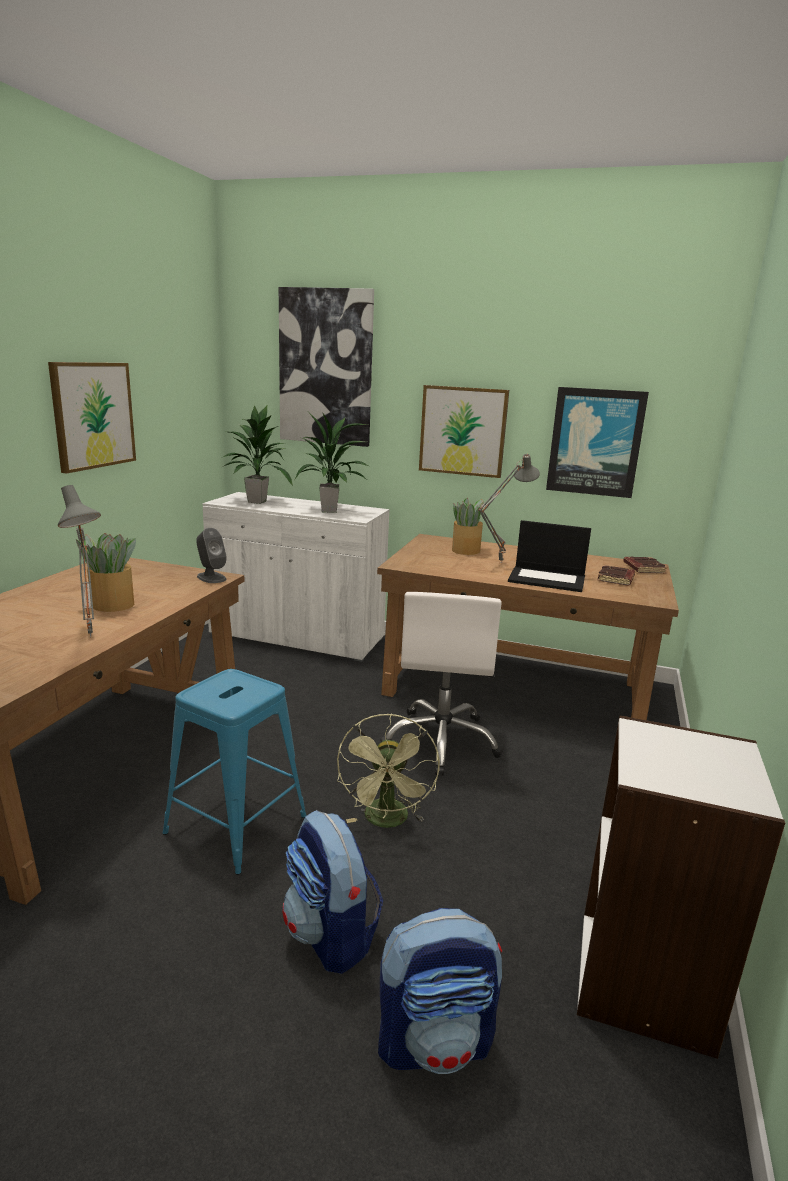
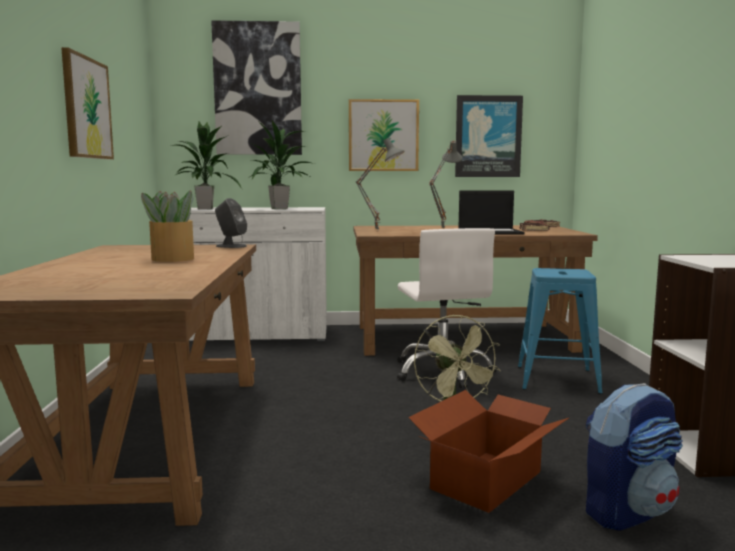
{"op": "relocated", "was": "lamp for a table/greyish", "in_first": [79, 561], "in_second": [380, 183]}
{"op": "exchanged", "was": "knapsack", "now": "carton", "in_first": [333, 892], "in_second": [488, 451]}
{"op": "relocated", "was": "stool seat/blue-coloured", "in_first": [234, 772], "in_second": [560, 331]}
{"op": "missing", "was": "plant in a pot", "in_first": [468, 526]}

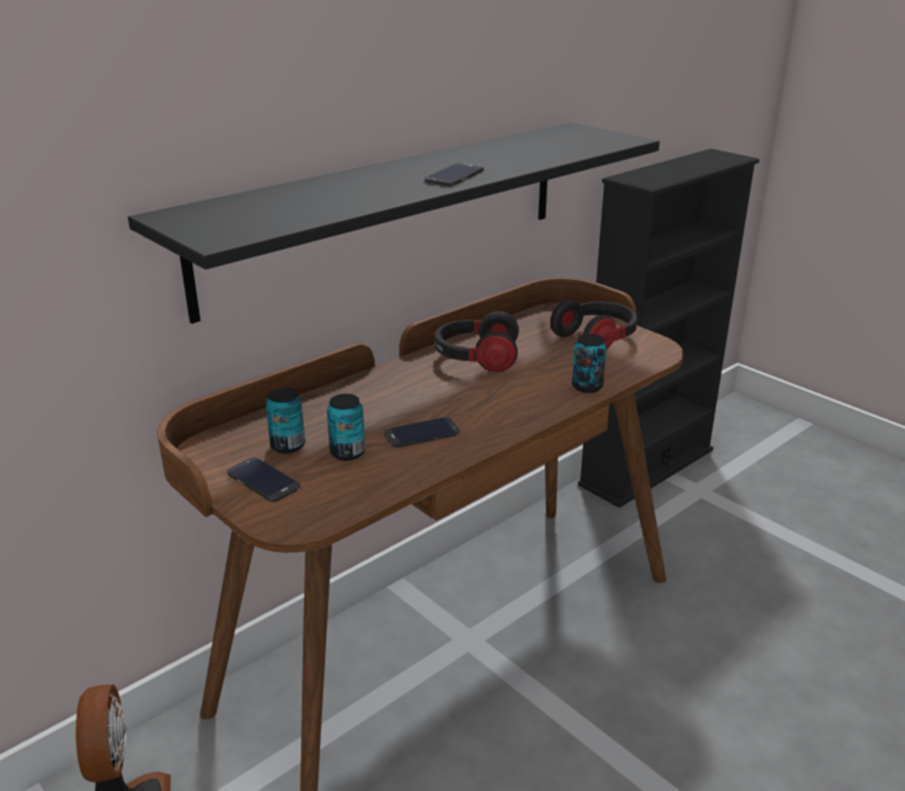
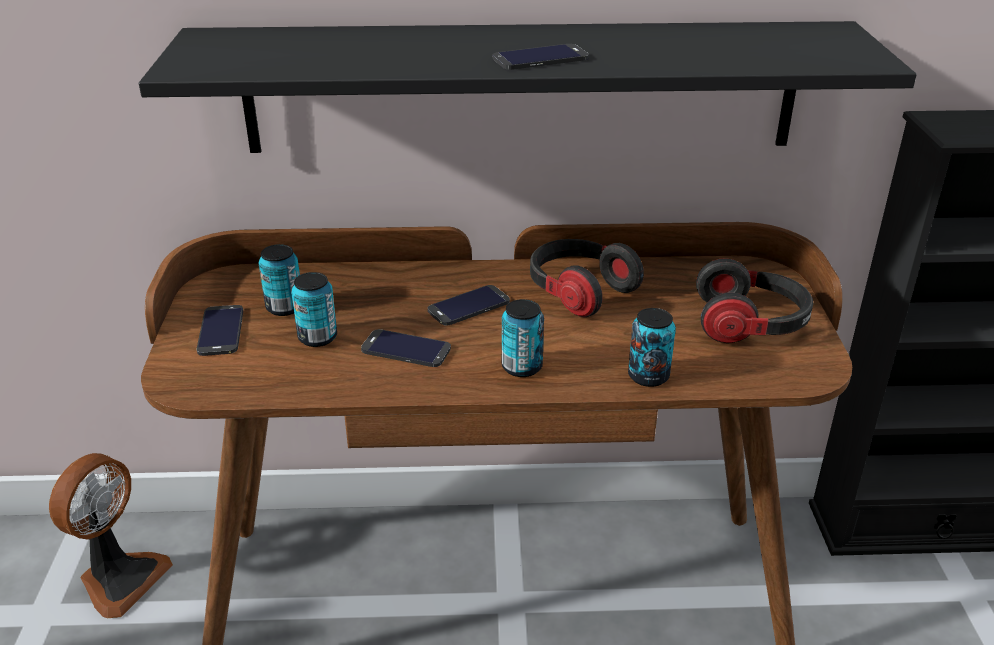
{"op": "appeared", "now": "handset", "in_second": [469, 305]}
{"op": "appeared", "now": "sealed can", "in_second": [523, 338]}

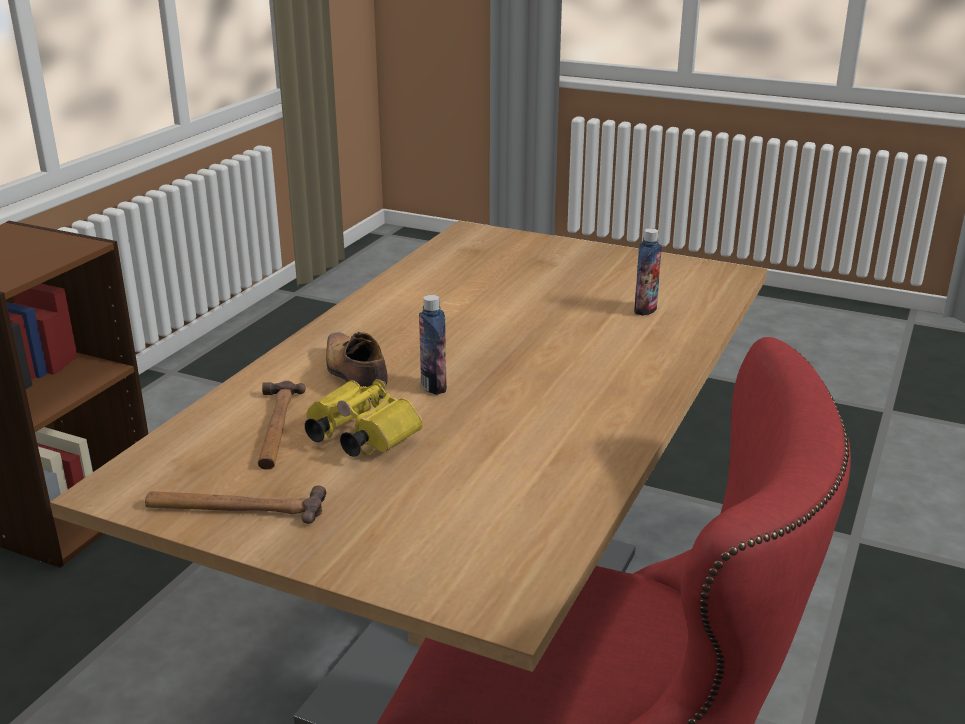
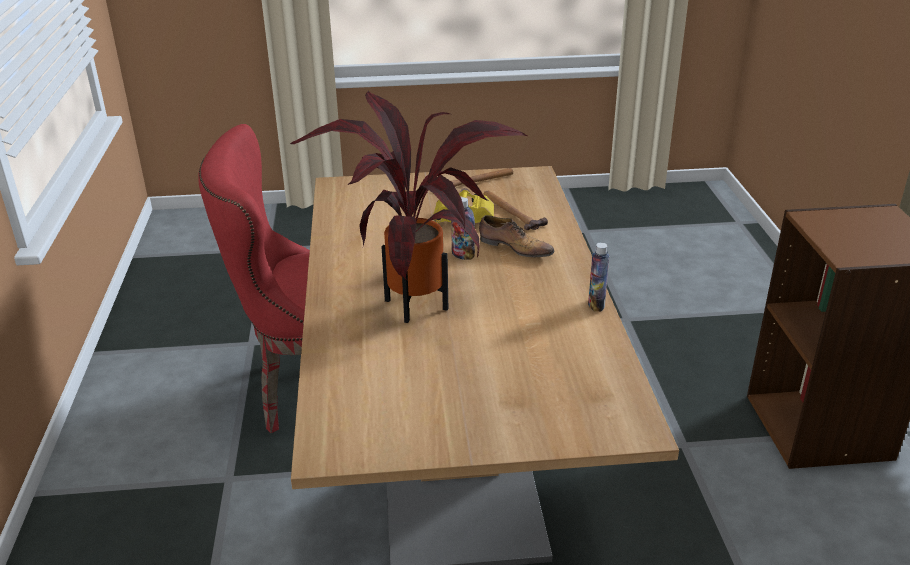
{"op": "appeared", "now": "plant in a pot", "in_second": [408, 207]}
{"op": "relocated", "was": "bottle", "in_first": [648, 272], "in_second": [598, 277]}

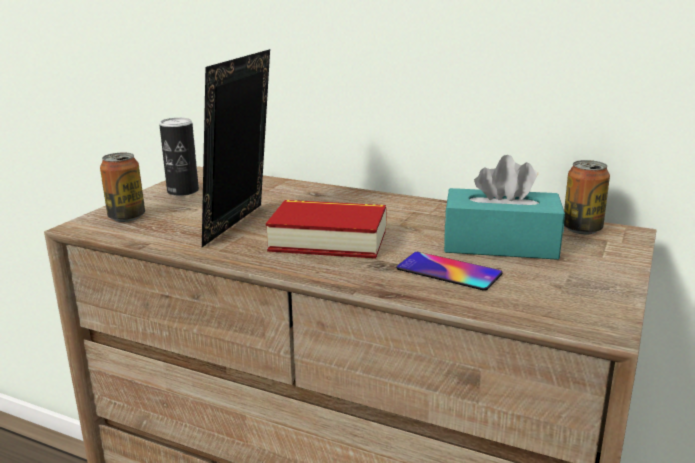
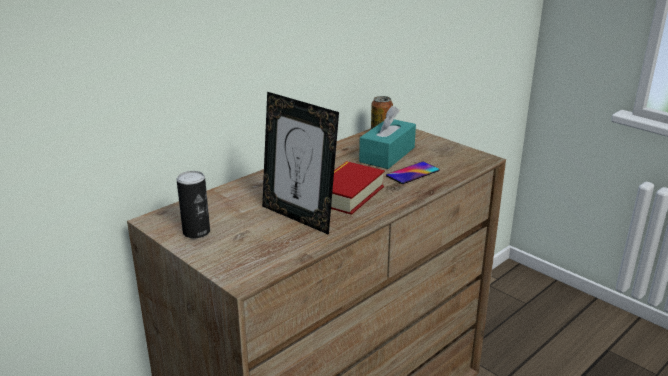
{"op": "missing", "was": "sealed can", "in_first": [122, 187]}

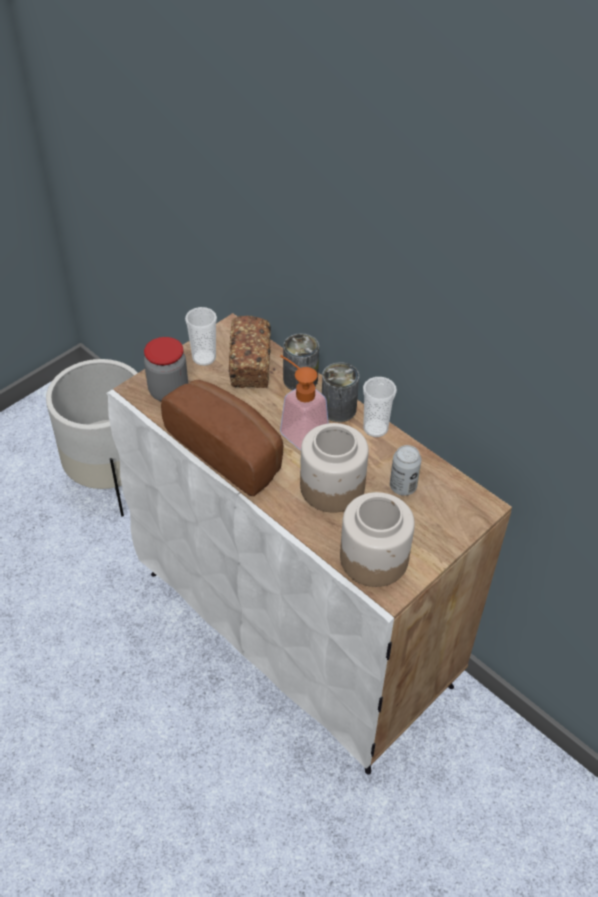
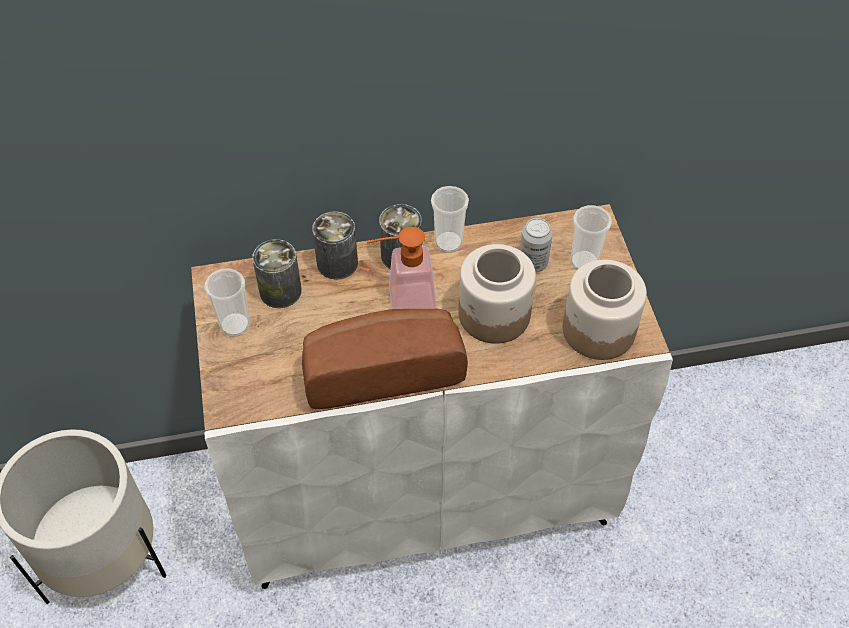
{"op": "exchanged", "was": "bread", "now": "sealed can", "in_first": [250, 352], "in_second": [277, 273]}
{"op": "appeared", "now": "small cup", "in_second": [591, 237]}
{"op": "missing", "was": "preserve jar", "in_first": [166, 369]}

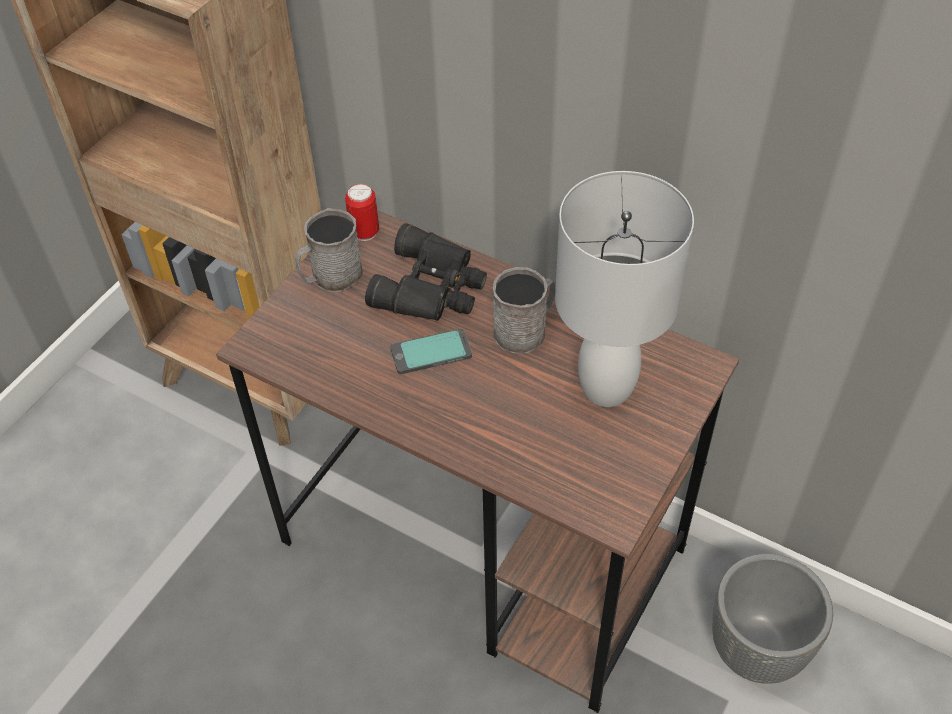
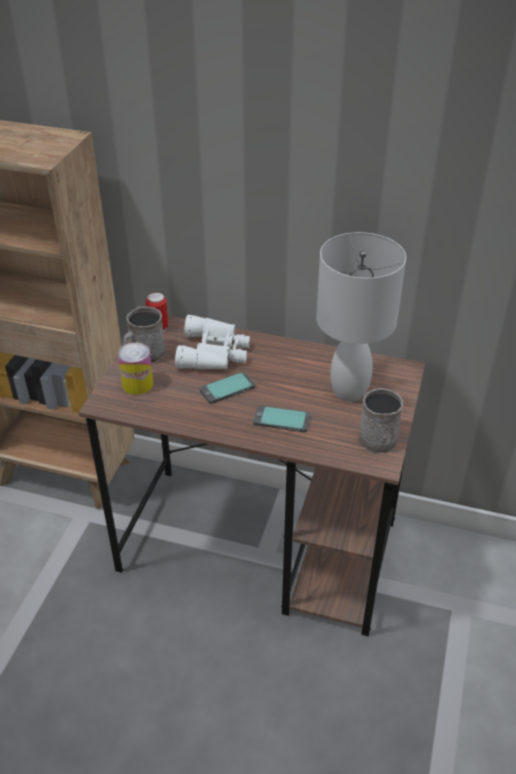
{"op": "appeared", "now": "sealed can", "in_second": [135, 368]}
{"op": "colour", "was": "field glasses/blackish", "now": "field glasses/whitish", "in_first": [426, 272], "in_second": [212, 342]}
{"op": "appeared", "now": "handset", "in_second": [282, 419]}
{"op": "relocated", "was": "tea mug/greyish", "in_first": [524, 310], "in_second": [381, 420]}
{"op": "missing", "was": "flower pot/greyish", "in_first": [772, 619]}

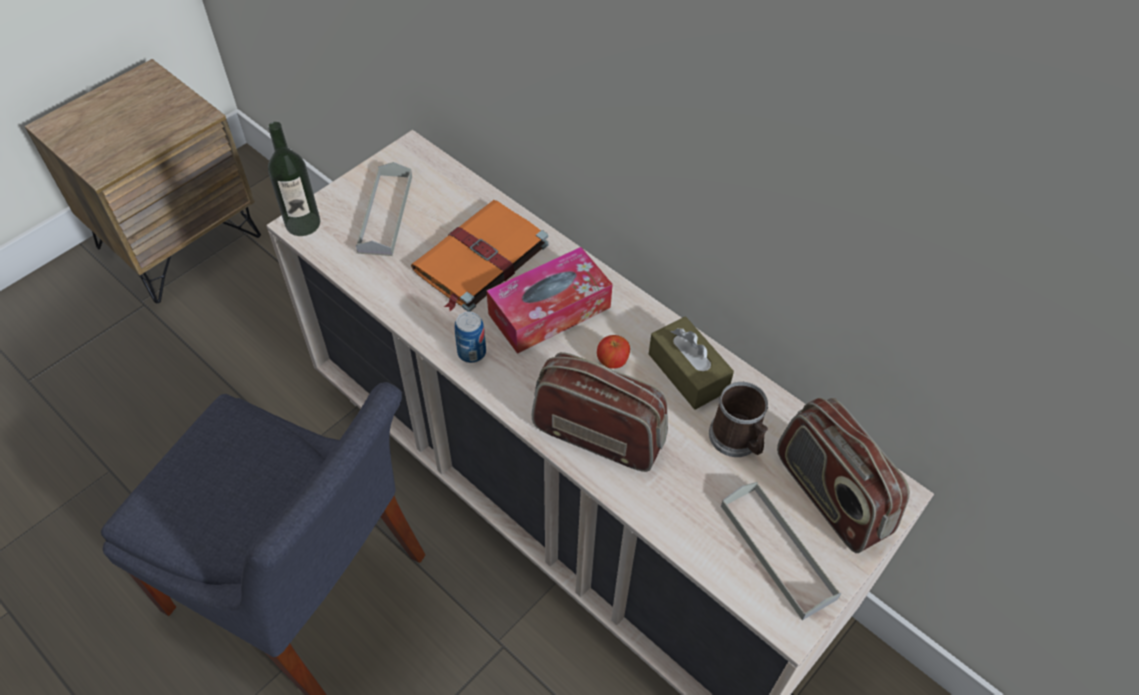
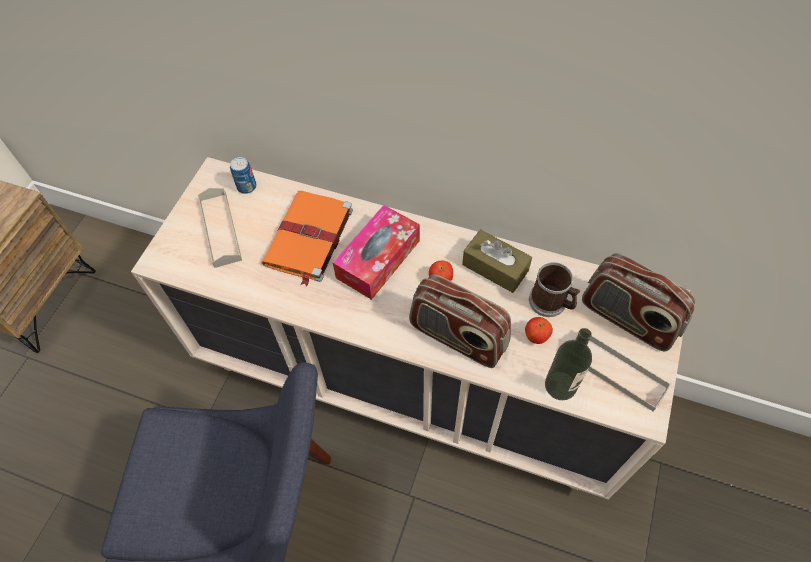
{"op": "relocated", "was": "sealed can", "in_first": [470, 337], "in_second": [243, 175]}
{"op": "spun", "was": "radio receiver", "in_first": [600, 412], "in_second": [460, 321], "clockwise": -150}
{"op": "appeared", "now": "apple", "in_second": [539, 330]}
{"op": "relocated", "was": "bottle", "in_first": [294, 179], "in_second": [568, 364]}

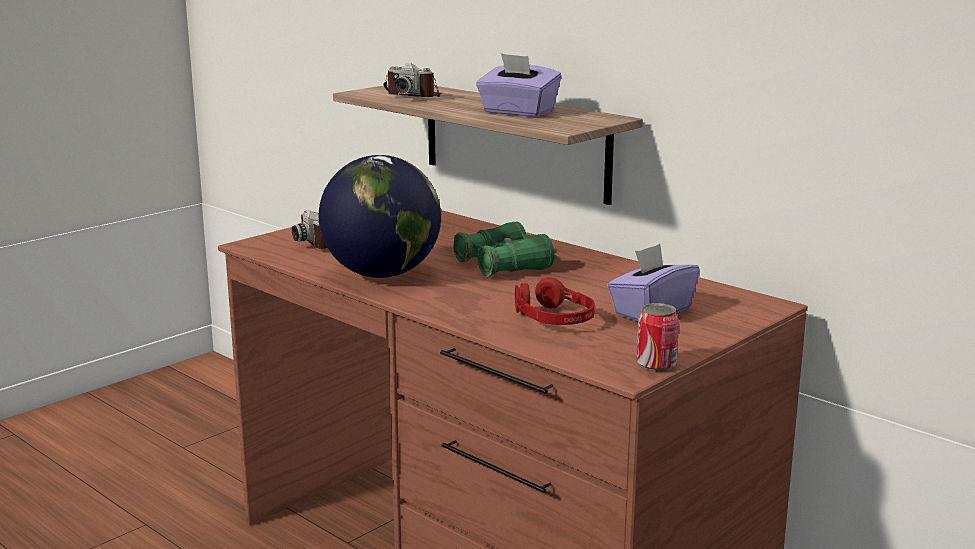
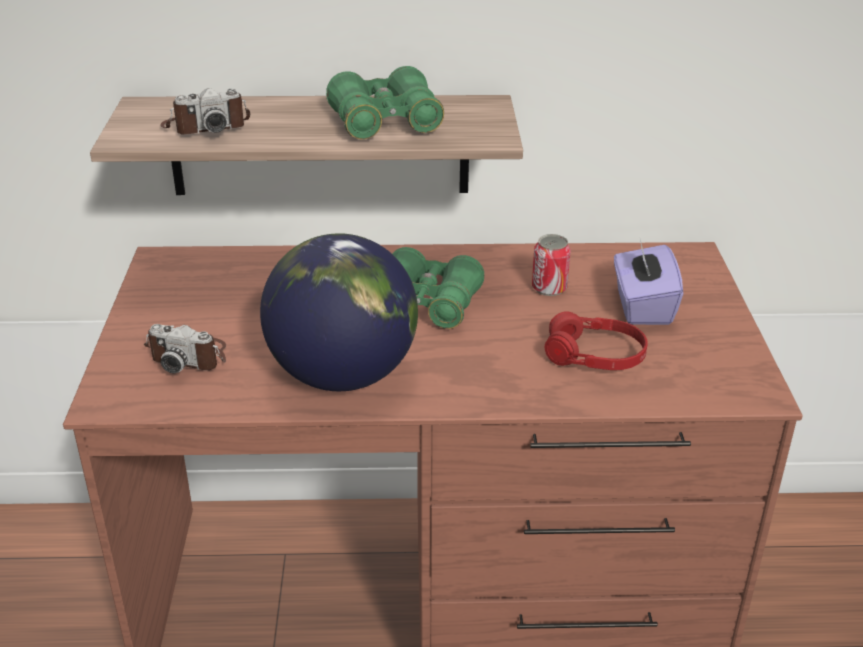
{"op": "exchanged", "was": "box of tissues/purple-coloured", "now": "field glasses/green-coloured", "in_first": [518, 85], "in_second": [385, 102]}
{"op": "relocated", "was": "sealed can", "in_first": [657, 337], "in_second": [551, 265]}

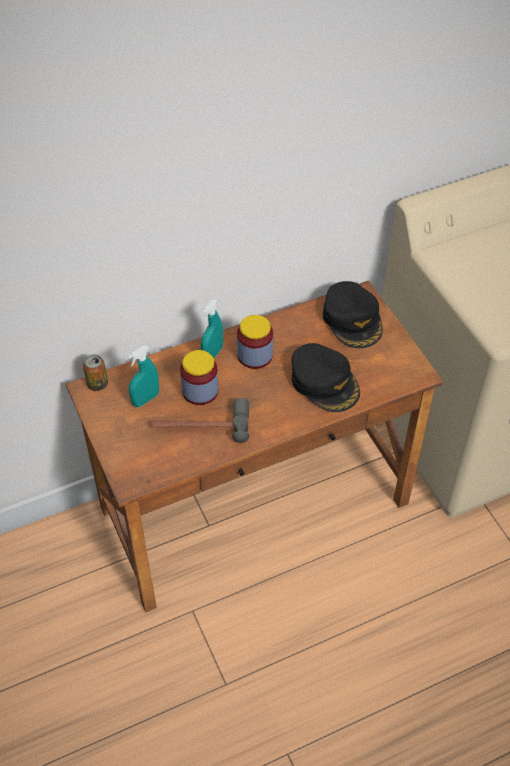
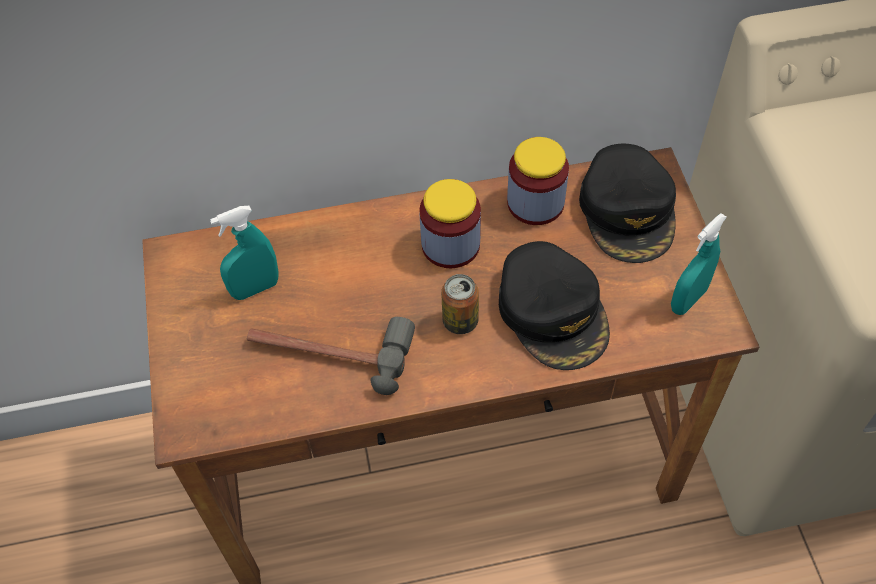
{"op": "relocated", "was": "sealed can", "in_first": [95, 372], "in_second": [460, 304]}
{"op": "relocated", "was": "preserve jar", "in_first": [199, 377], "in_second": [538, 181]}
{"op": "relocated", "was": "spray bottle/blue-green", "in_first": [212, 328], "in_second": [699, 264]}

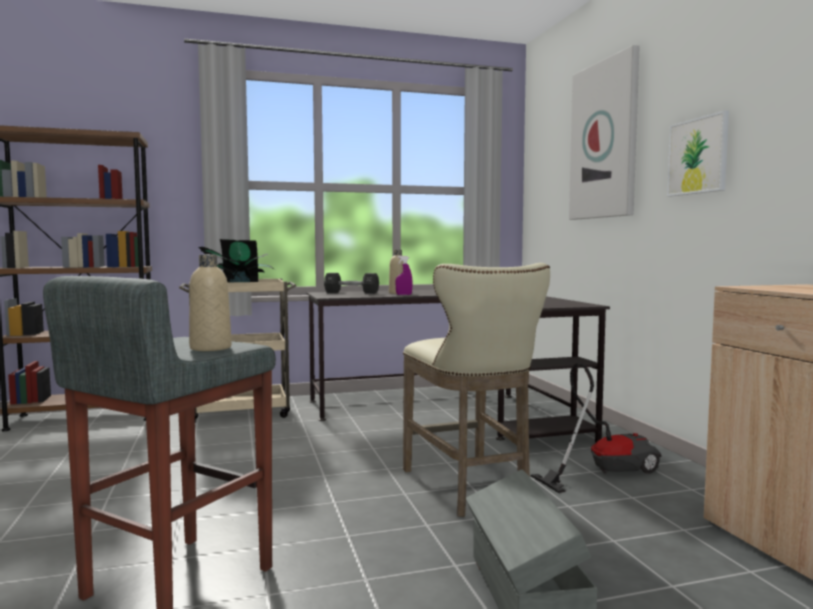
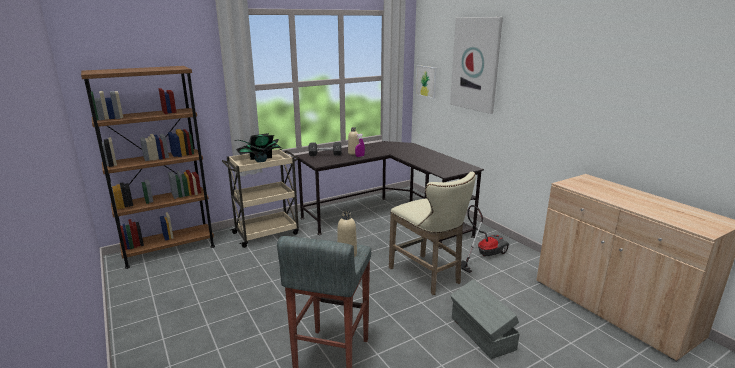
{"op": "relocated", "was": "wall art", "in_first": [698, 153], "in_second": [426, 82]}

